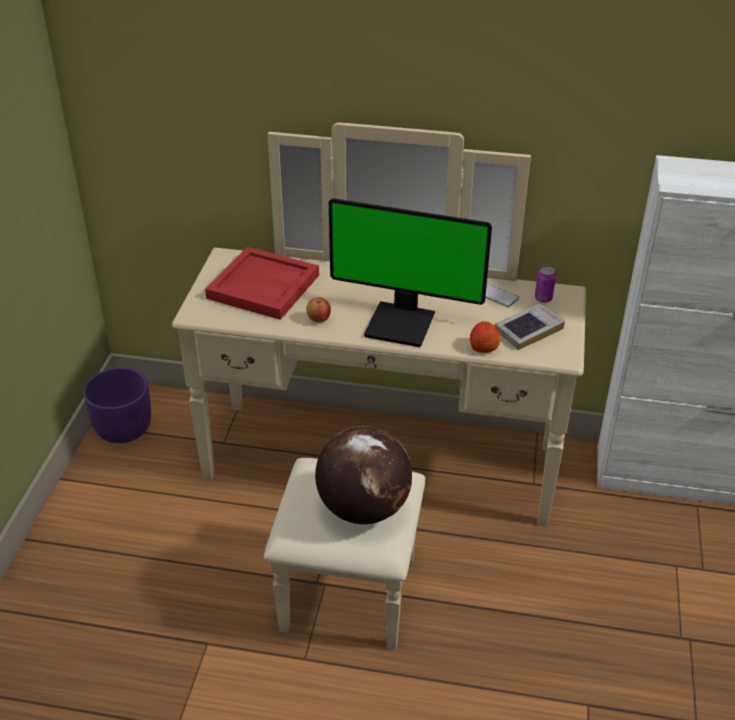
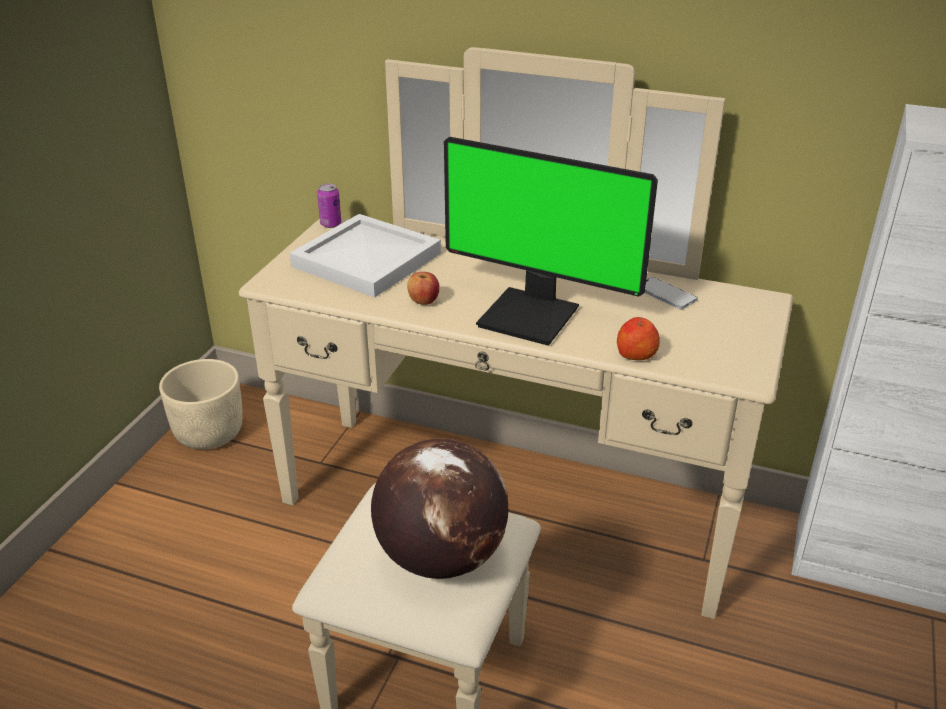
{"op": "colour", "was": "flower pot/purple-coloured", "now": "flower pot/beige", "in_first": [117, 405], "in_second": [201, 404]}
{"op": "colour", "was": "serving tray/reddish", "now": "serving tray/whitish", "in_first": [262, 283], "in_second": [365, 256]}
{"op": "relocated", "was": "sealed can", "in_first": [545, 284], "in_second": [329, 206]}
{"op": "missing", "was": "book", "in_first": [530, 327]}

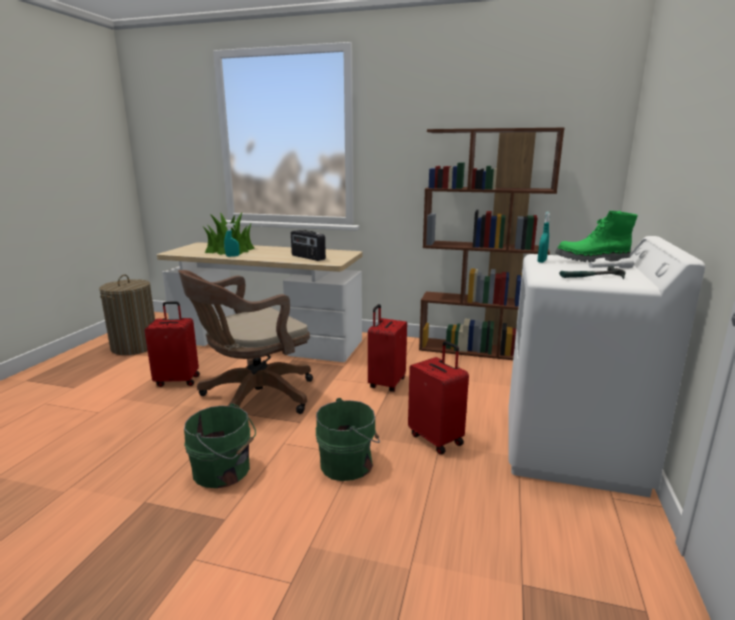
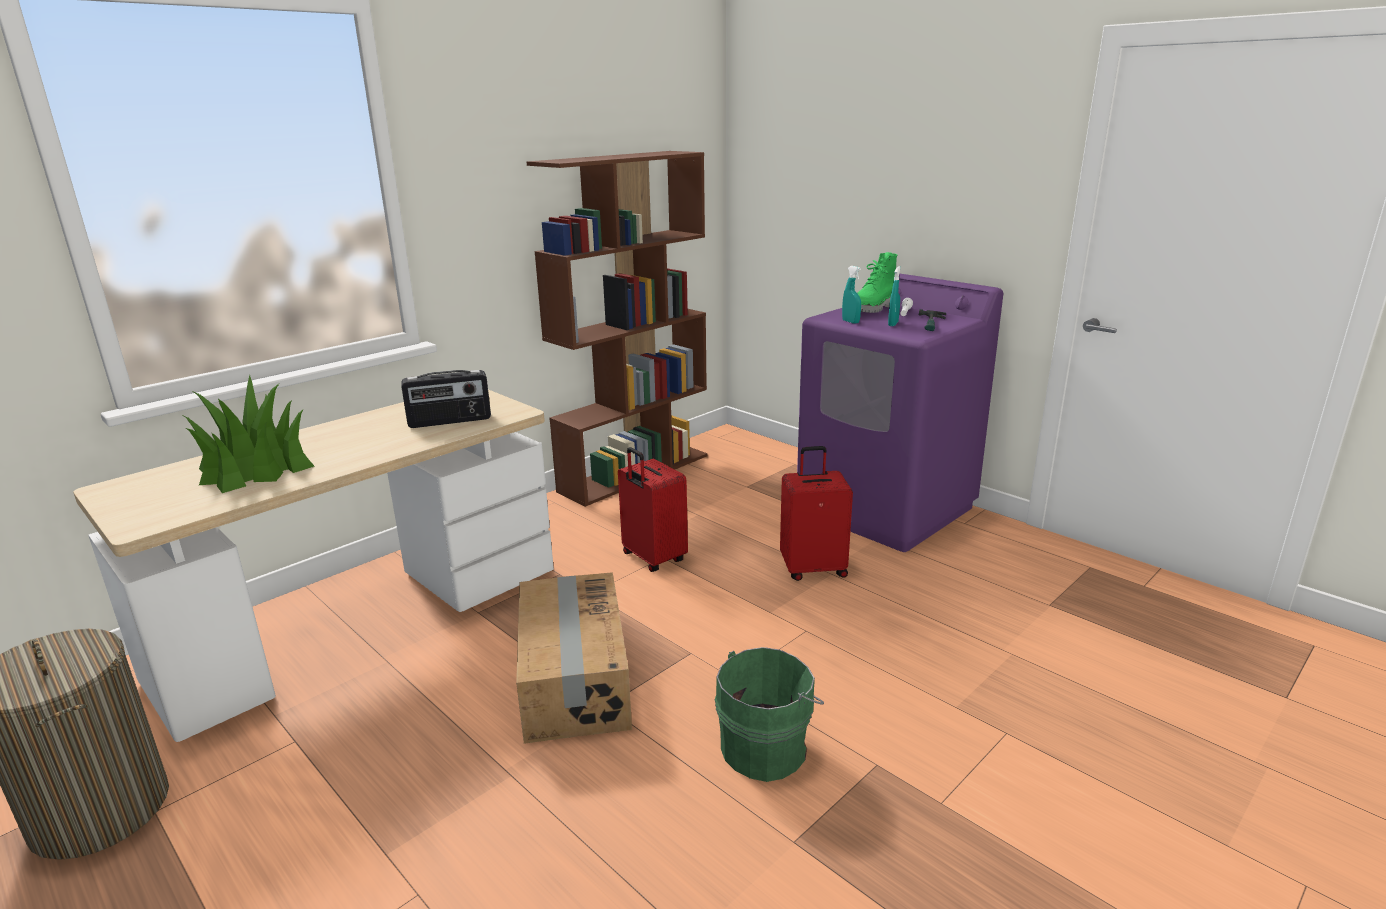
{"op": "exchanged", "was": "office chair/brown-coloured", "now": "carton", "in_first": [245, 342], "in_second": [574, 658]}
{"op": "colour", "was": "laundry appliance/whitish", "now": "laundry appliance/purple-coloured", "in_first": [606, 366], "in_second": [900, 412]}
{"op": "relocated", "was": "spray bottle/blue-green", "in_first": [231, 240], "in_second": [894, 296]}
{"op": "missing", "was": "piece of luggage/reddish", "in_first": [172, 344]}
{"op": "missing", "was": "water bucket/green-coloured", "in_first": [348, 439]}

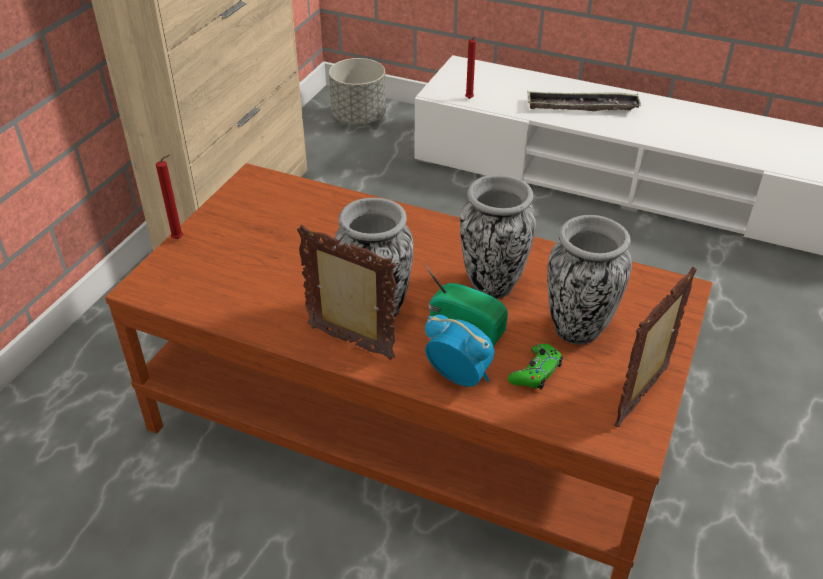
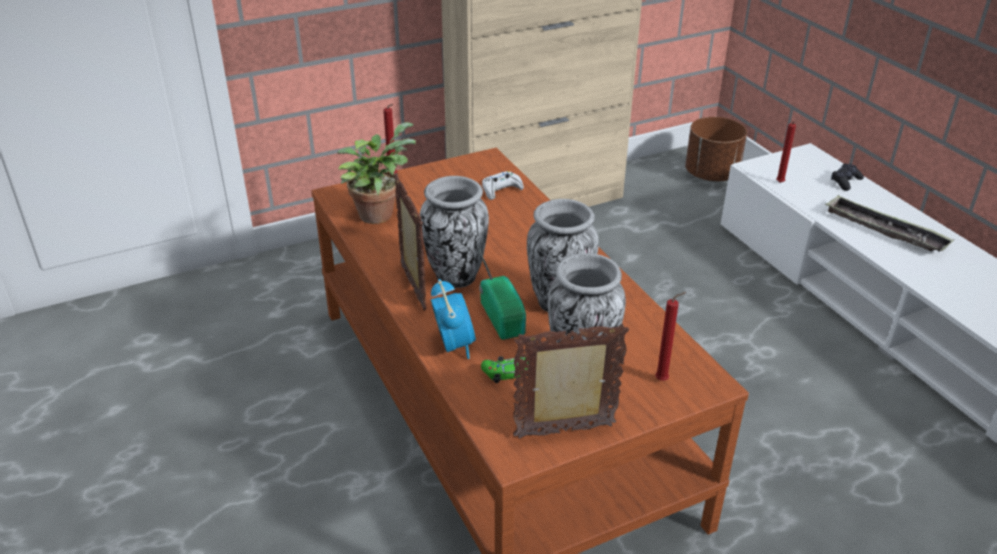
{"op": "appeared", "now": "plant in a pot", "in_second": [376, 173]}
{"op": "appeared", "now": "joypad/whitish", "in_second": [503, 185]}
{"op": "appeared", "now": "wax candle/reddish", "in_second": [670, 336]}
{"op": "colour", "was": "flower pot/greyish", "now": "flower pot/brown-coloured", "in_first": [357, 91], "in_second": [716, 149]}
{"op": "appeared", "now": "joypad/blackish", "in_second": [847, 177]}

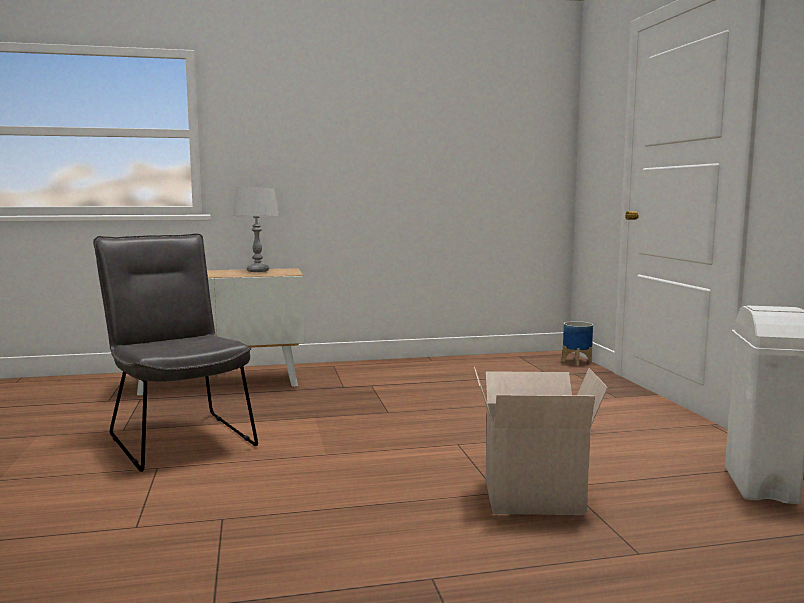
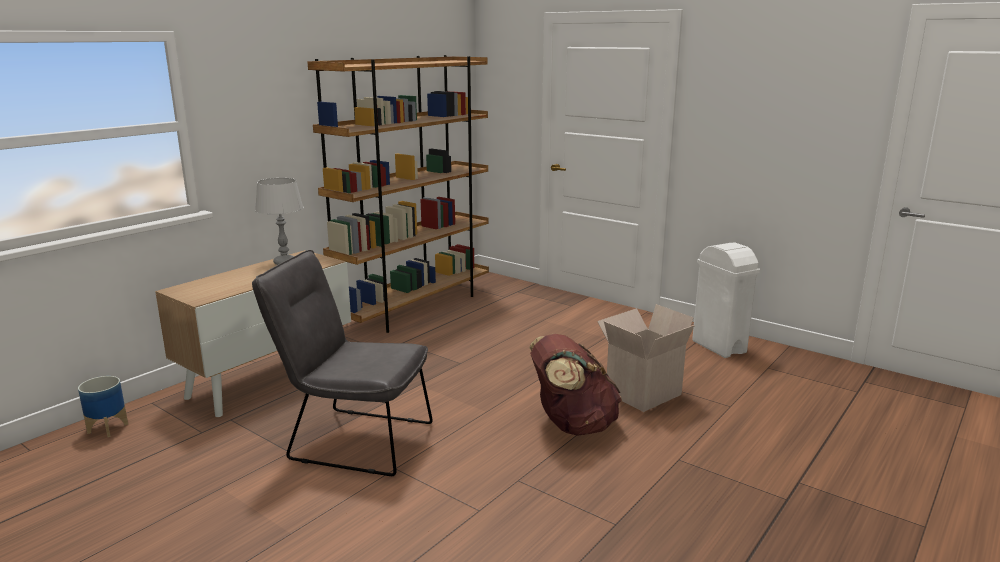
{"op": "relocated", "was": "flower pot", "in_first": [577, 343], "in_second": [103, 406]}
{"op": "appeared", "now": "bookshelf/brown-coloured", "in_second": [398, 194]}
{"op": "appeared", "now": "knapsack/brown-coloured", "in_second": [576, 385]}

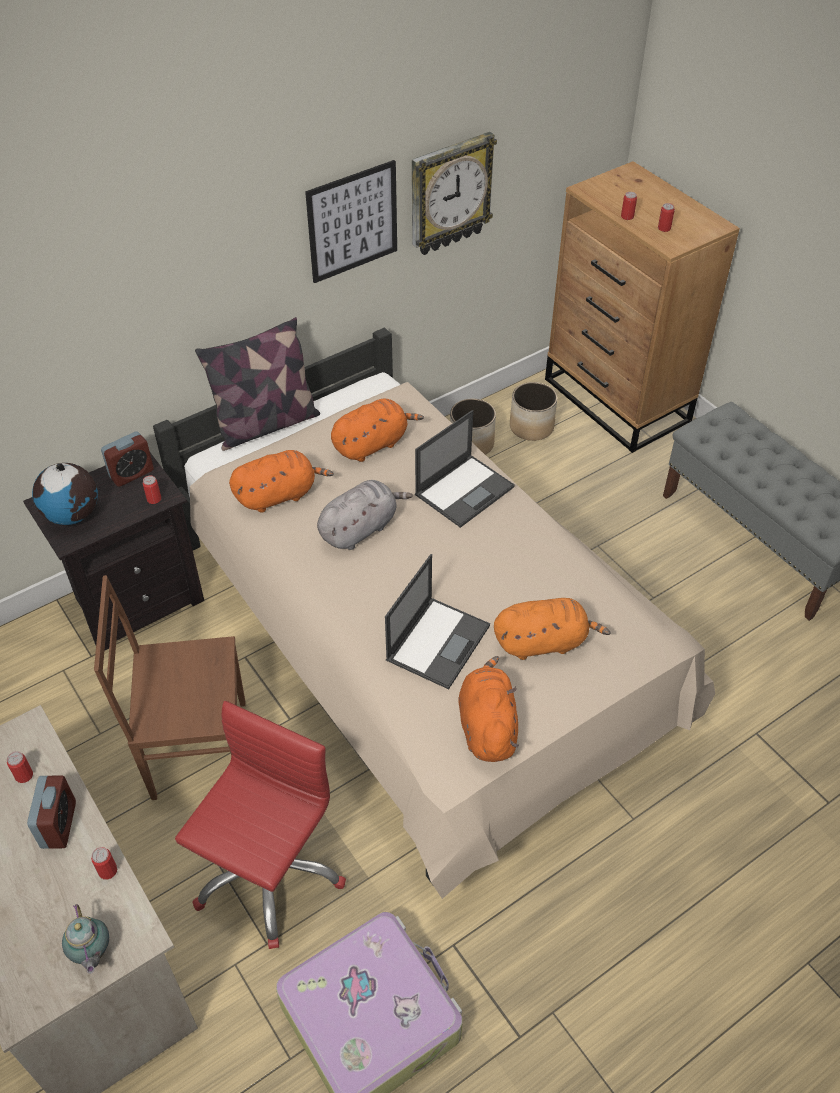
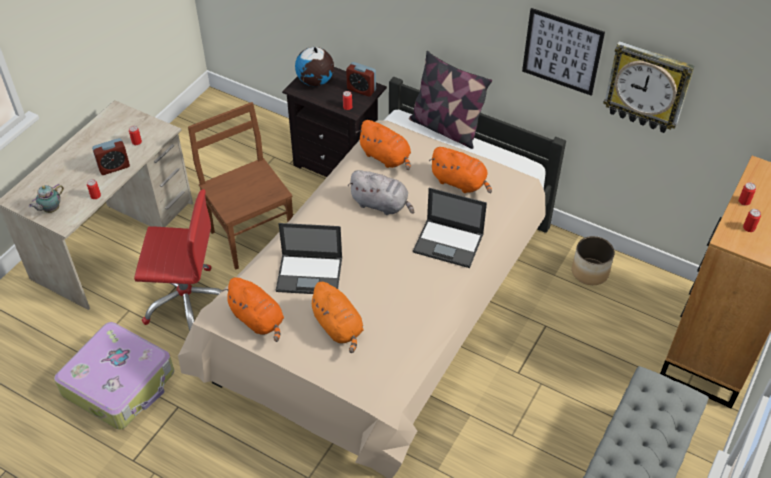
{"op": "spun", "was": "cuddly toy/orangey", "in_first": [488, 709], "in_second": [253, 309], "clockwise": 75}
{"op": "missing", "was": "flower pot", "in_first": [533, 411]}

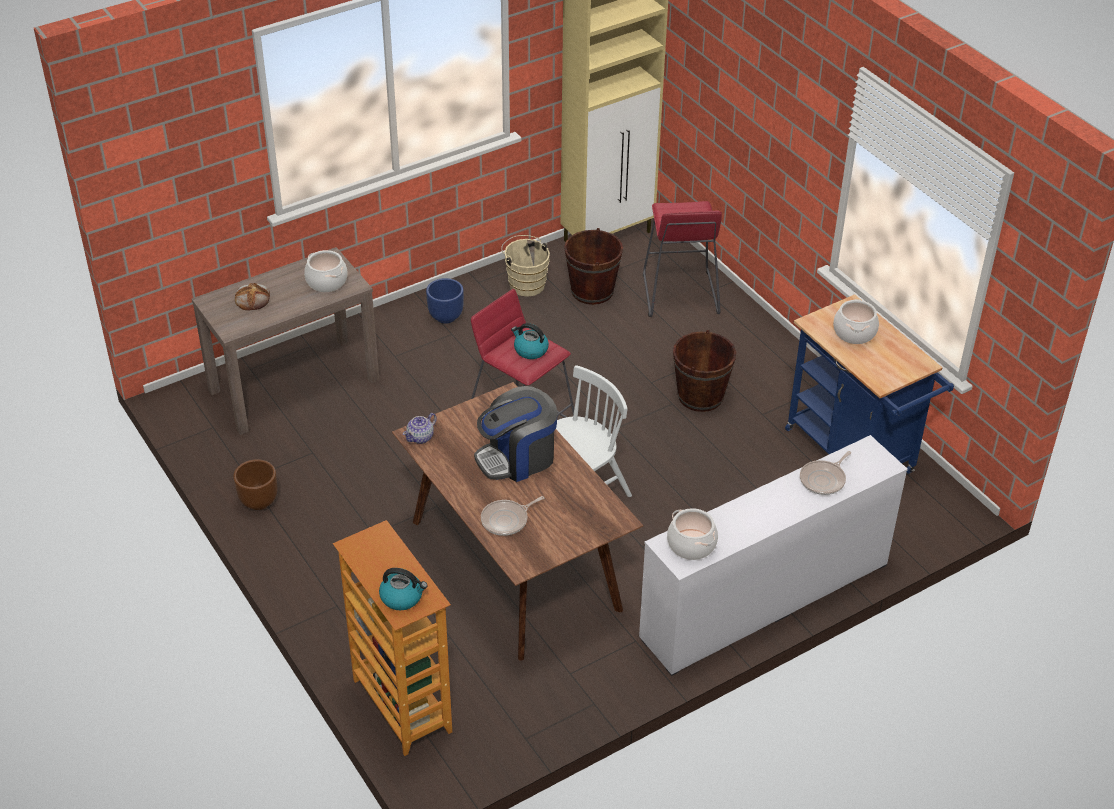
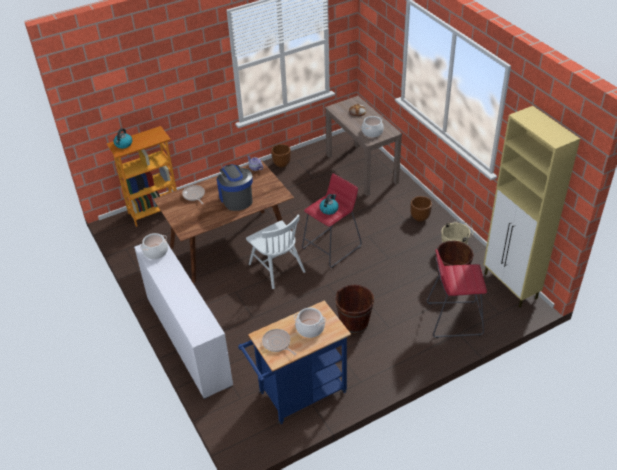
{"op": "relocated", "was": "frying pan", "in_first": [825, 473], "in_second": [279, 342]}
{"op": "colour", "was": "flower pot/blue-coloured", "now": "flower pot/brown-coloured", "in_first": [445, 301], "in_second": [421, 209]}

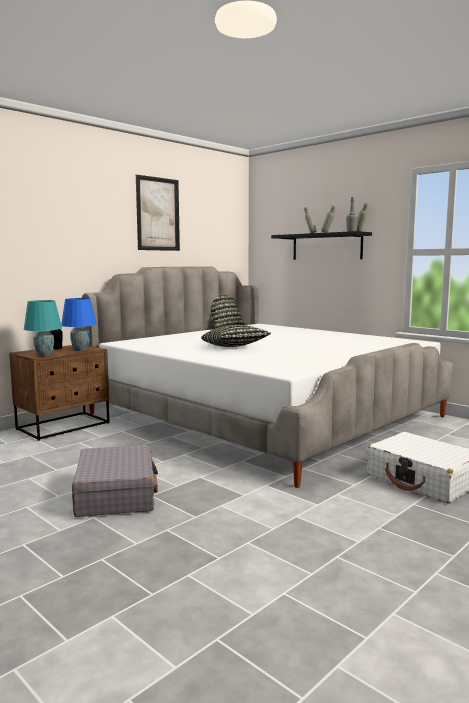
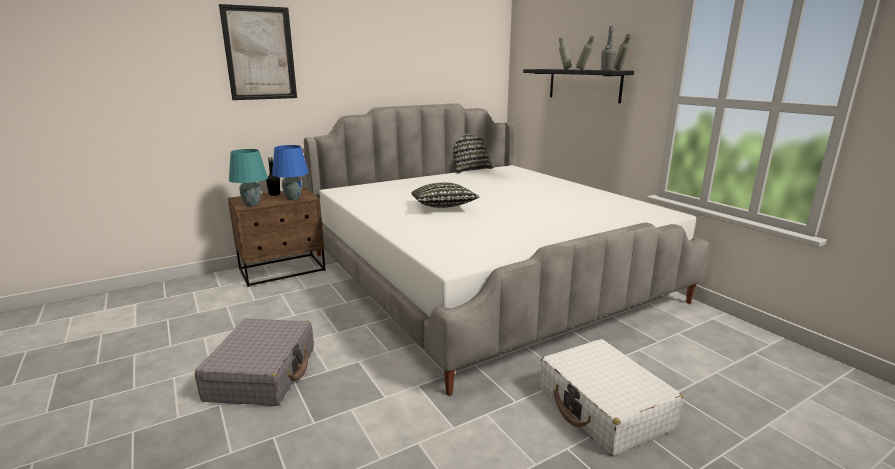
{"op": "relocated", "was": "wall art", "in_first": [158, 213], "in_second": [258, 52]}

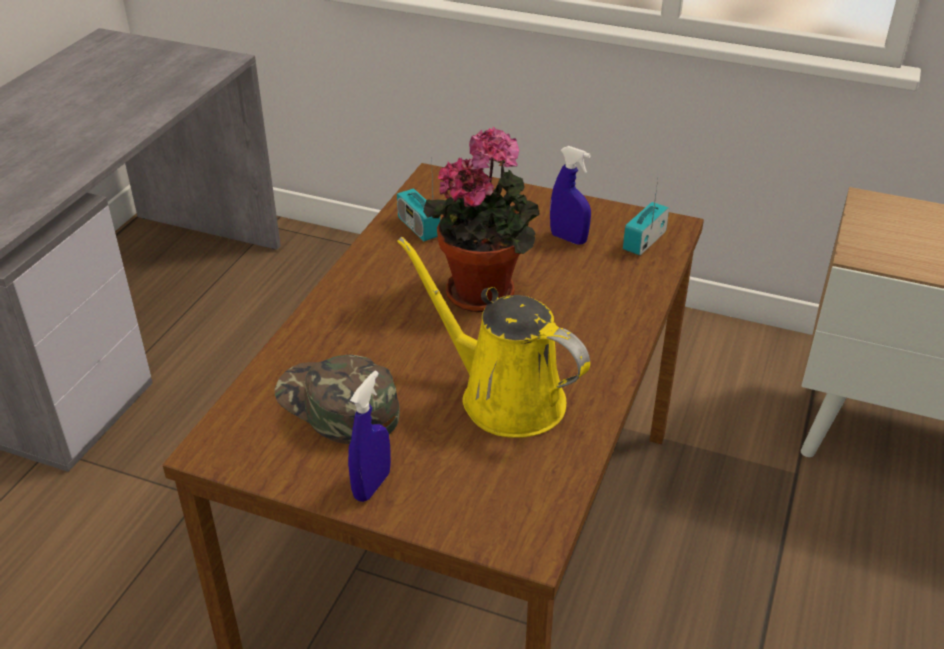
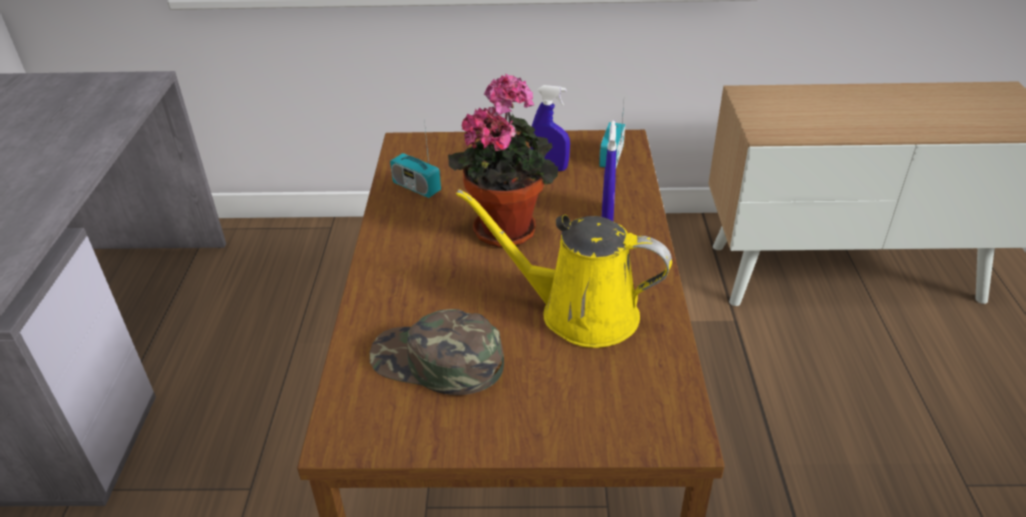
{"op": "relocated", "was": "spray bottle/blue-coloured", "in_first": [369, 436], "in_second": [609, 171]}

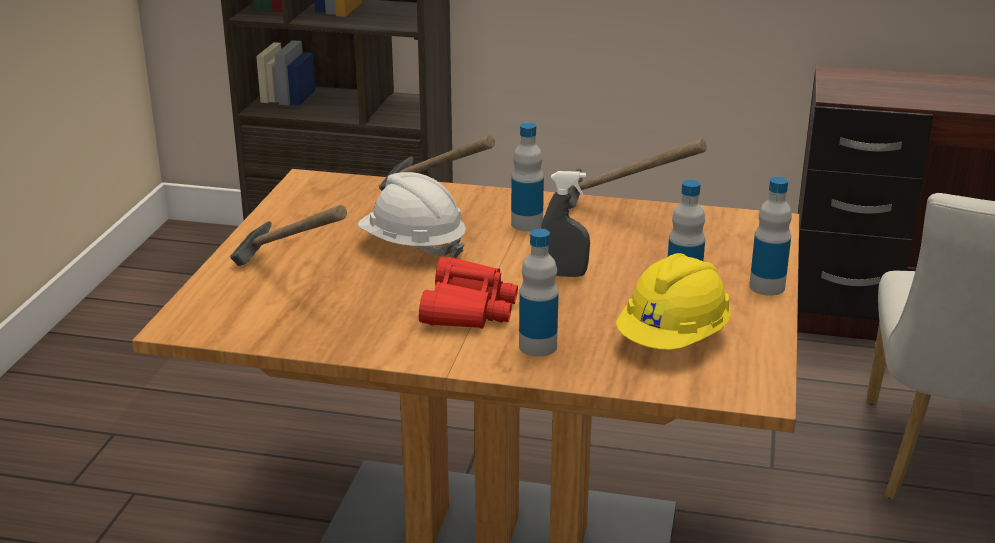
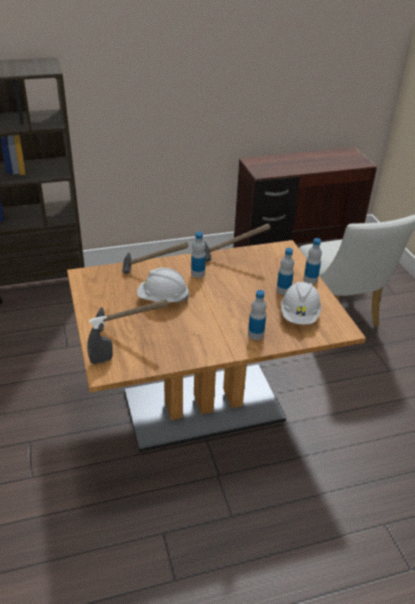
{"op": "relocated", "was": "spray bottle/greyish", "in_first": [565, 224], "in_second": [100, 340]}
{"op": "colour", "was": "hard hat/yellow-coloured", "now": "hard hat/whitish", "in_first": [673, 301], "in_second": [301, 303]}
{"op": "missing", "was": "field glasses/reddish", "in_first": [468, 293]}

